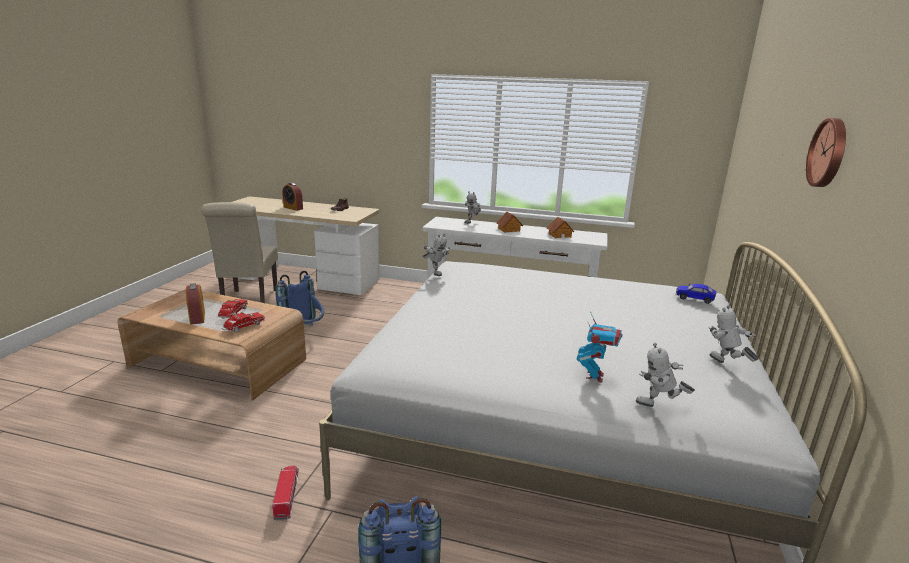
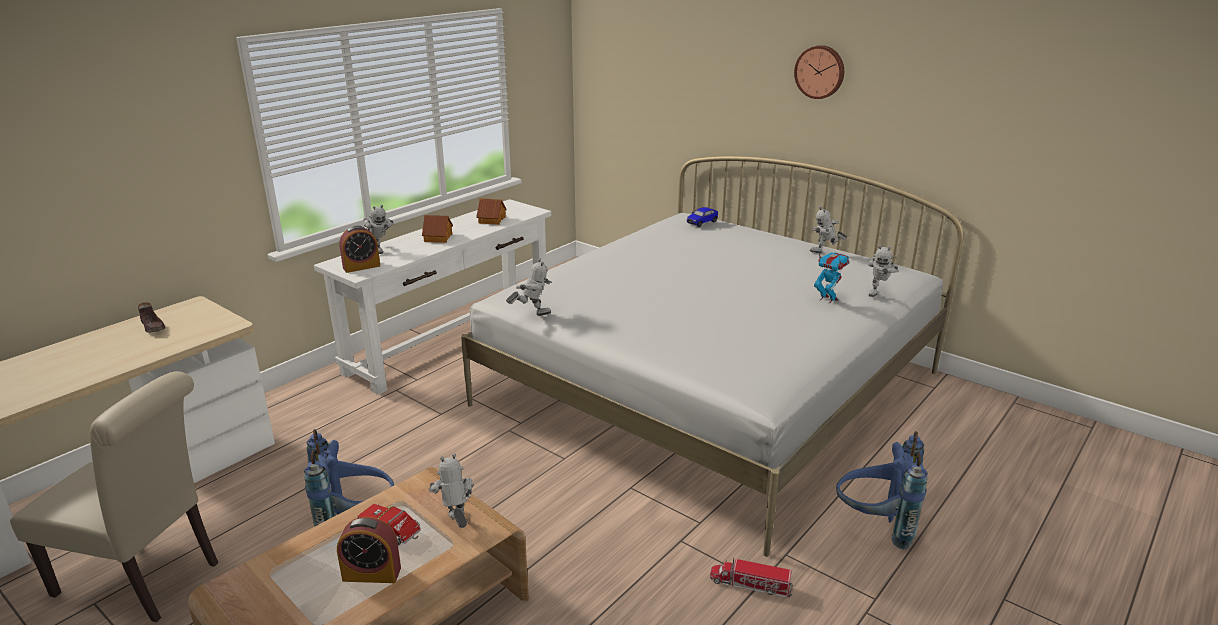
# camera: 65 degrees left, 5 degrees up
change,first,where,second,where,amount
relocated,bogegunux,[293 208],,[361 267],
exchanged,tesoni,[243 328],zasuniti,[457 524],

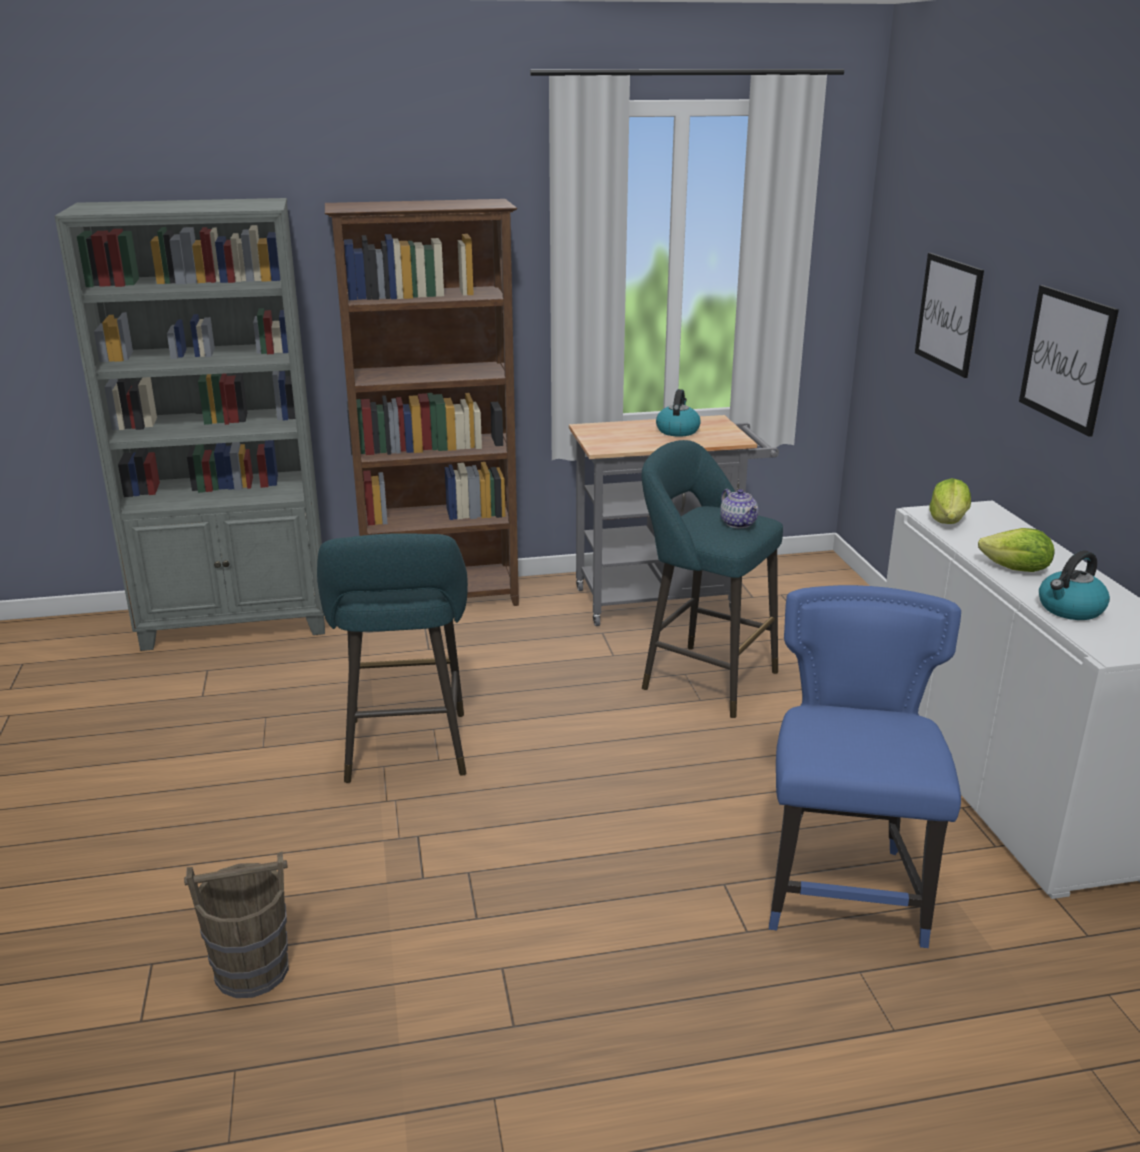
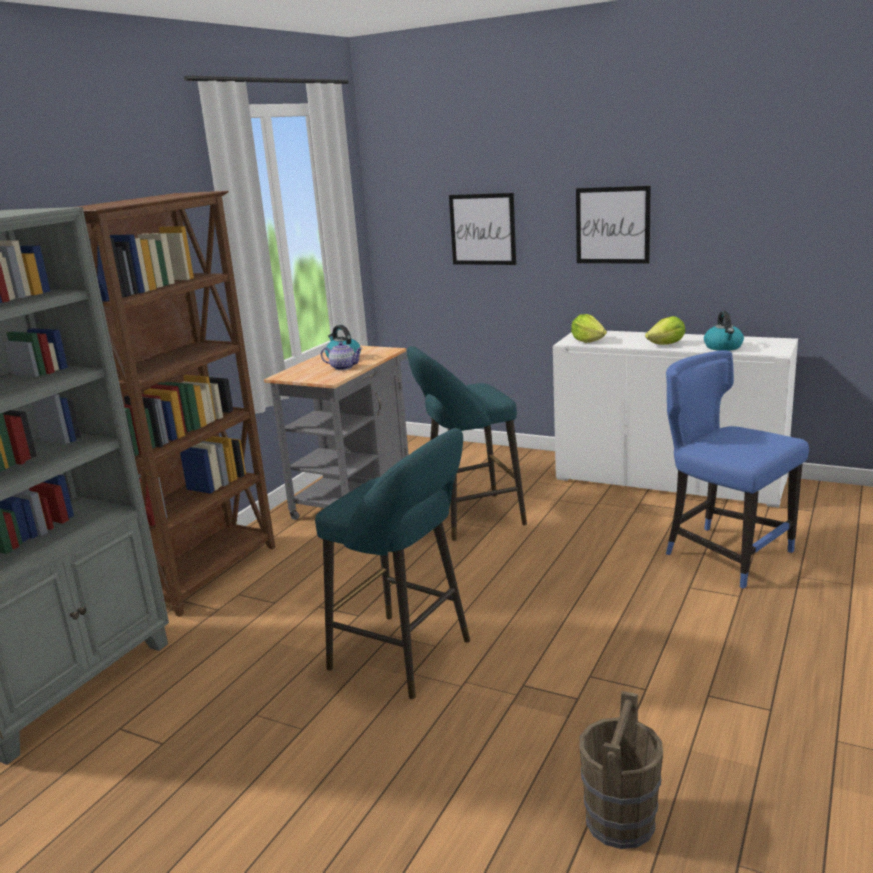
# camera: 50 degrees left, 5 degrees down
change,first,where,second,where,amount
relocated,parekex,[738 523],,[343 367],

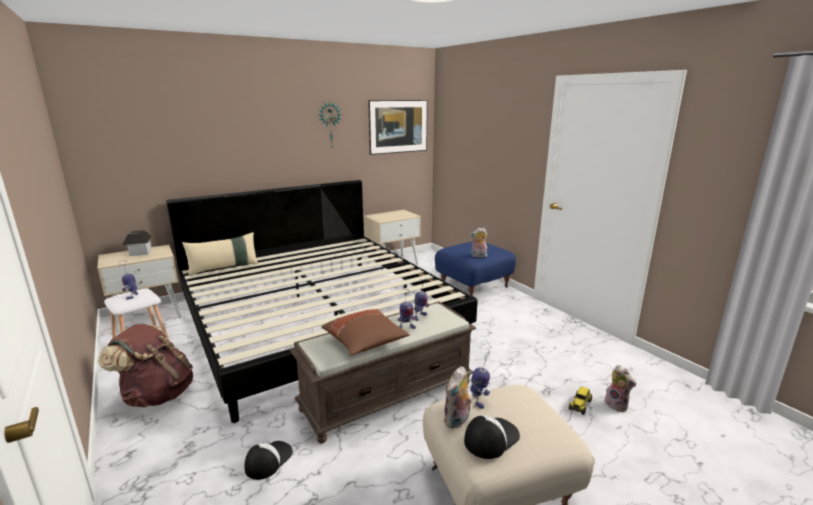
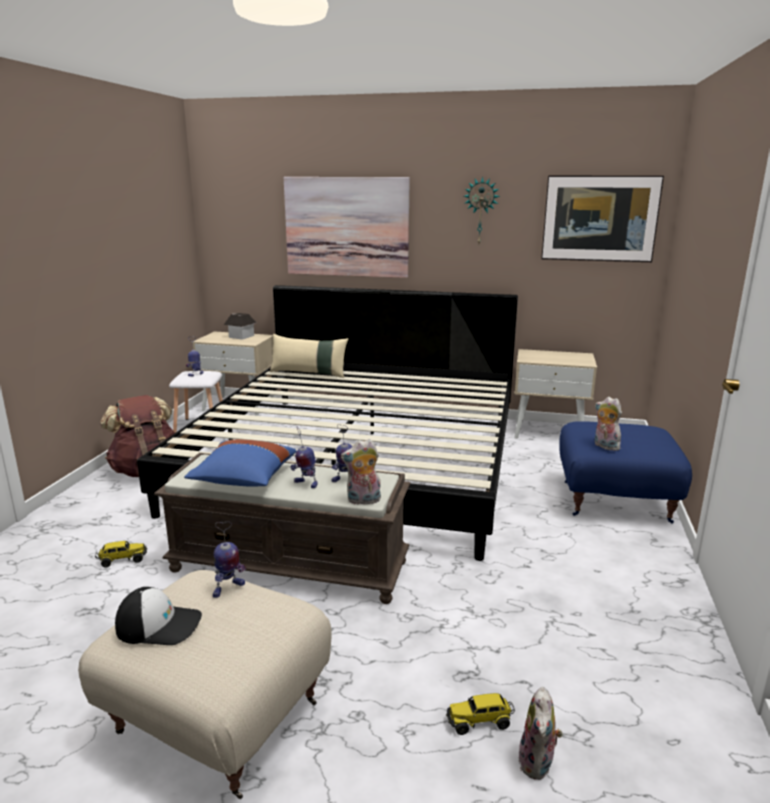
# camera: 45 degrees right, 0 degrees up
change,first,where,second,where,amount
exchanged,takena,[268 460],tesoni,[122 560],
colour,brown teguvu,[365 343],blue teguvu,[243 479],
appeared,,,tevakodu,[346 227],
relocated,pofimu,[457 421],,[363 501],

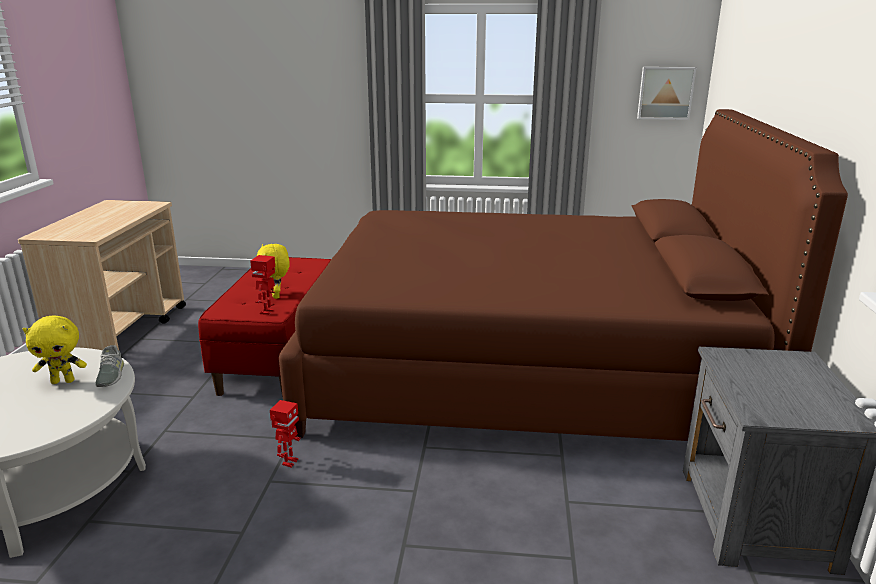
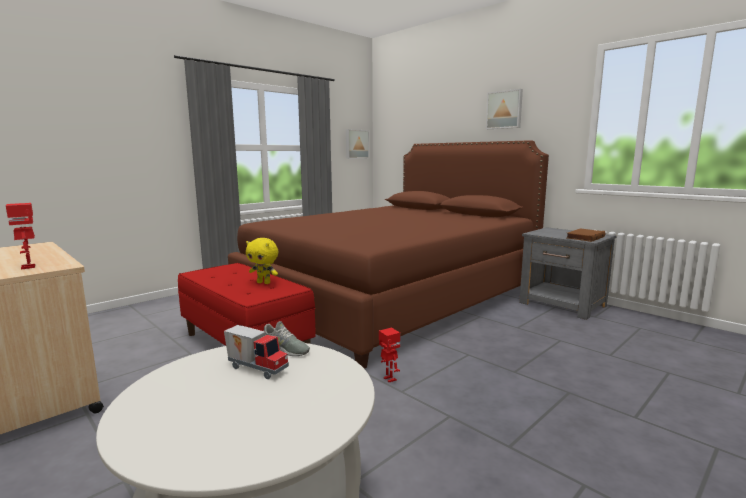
# camera: 50 degrees left, 10 degrees down
change,first,where,second,where,amount
relocated,zasuniti,[267 312],,[29 267],
exchanged,yellow pofimu,[63 381],tesoni,[258 368],
appeared,,,tevakodu,[504 110],
appeared,,,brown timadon,[584 237],

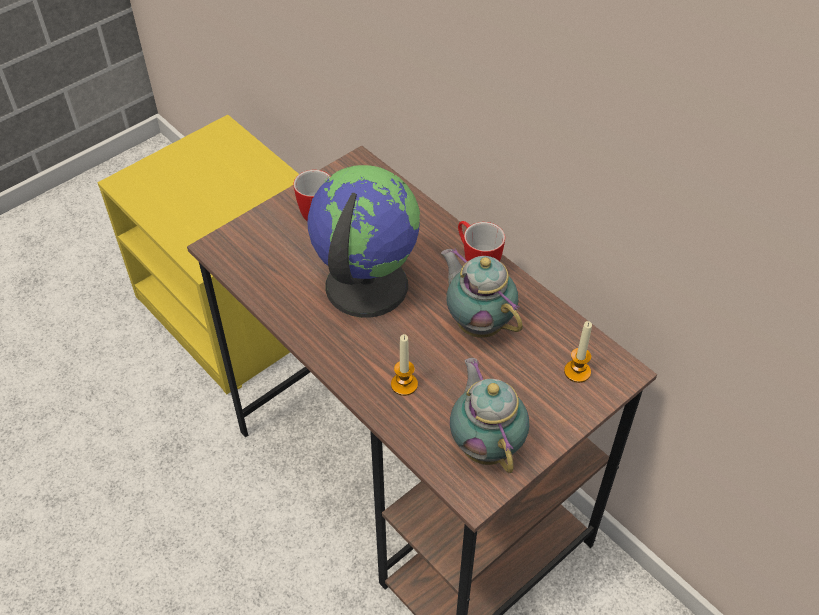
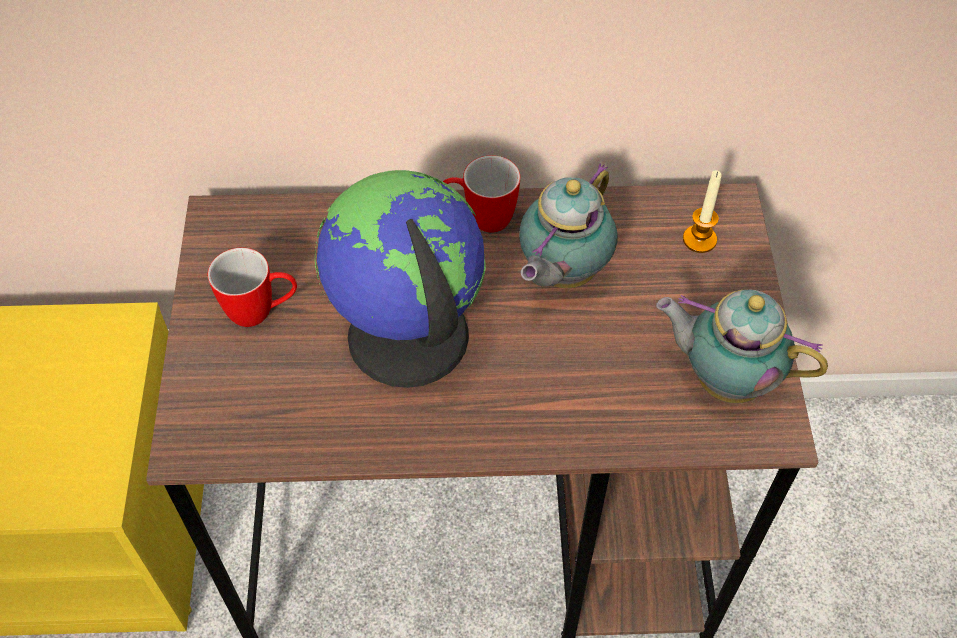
# camera: 50 degrees left, 5 degrees up
change,first,where,second,where,amount
spun,parekex,[478 323],,[560 274],60 degrees counterclockwise
missing,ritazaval,[404 384],,,

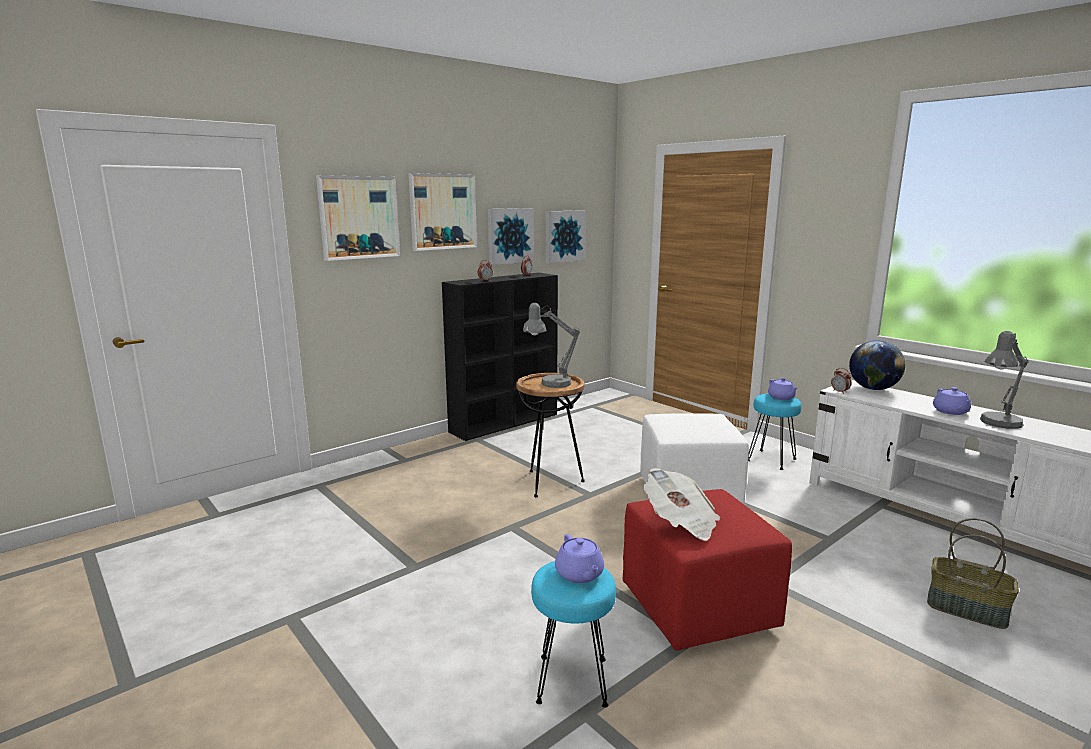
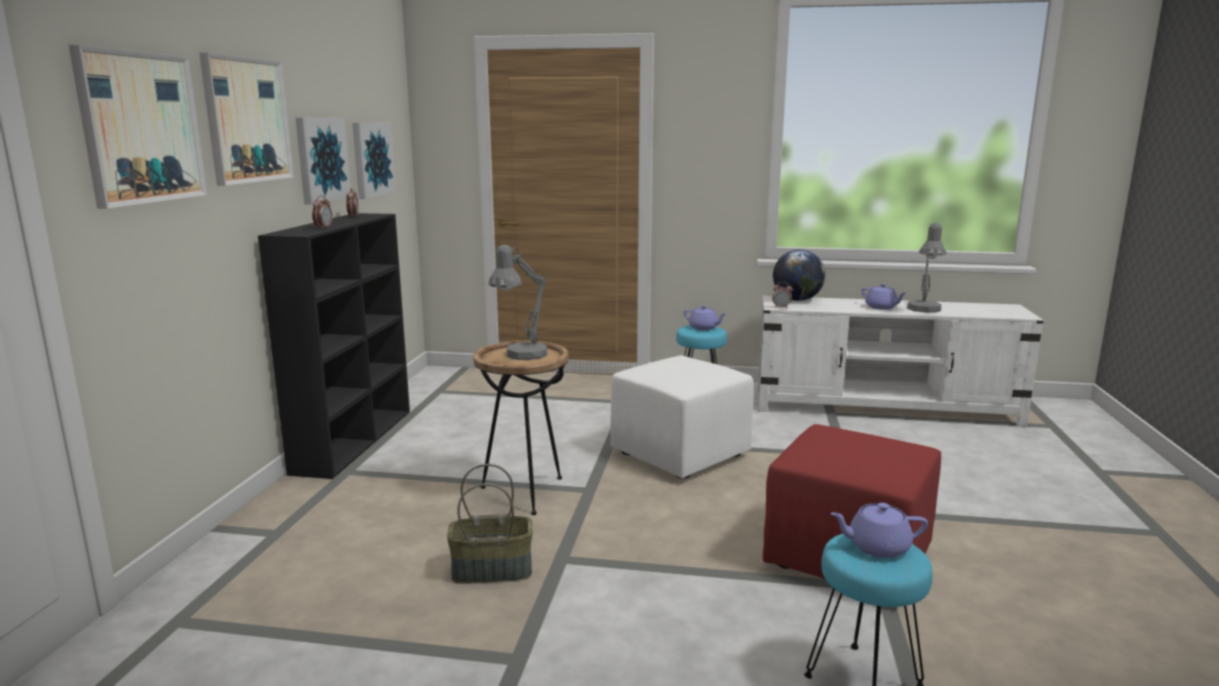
# camera: 40 degrees left, 0 degrees up
change,first,where,second,where,amount
relocated,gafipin,[967 609],,[493 570],
spun,purple parekex,[579 574],,[877 547],150 degrees clockwise
missing,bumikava,[681 522],,,

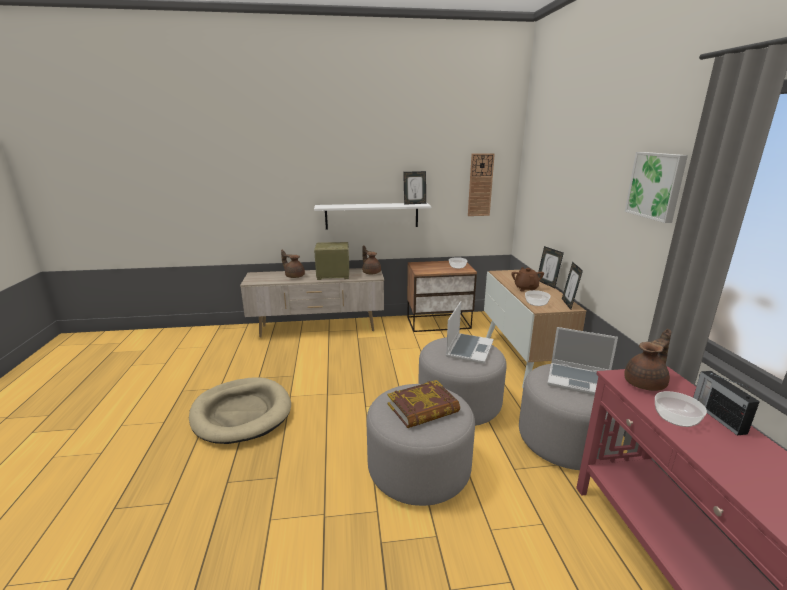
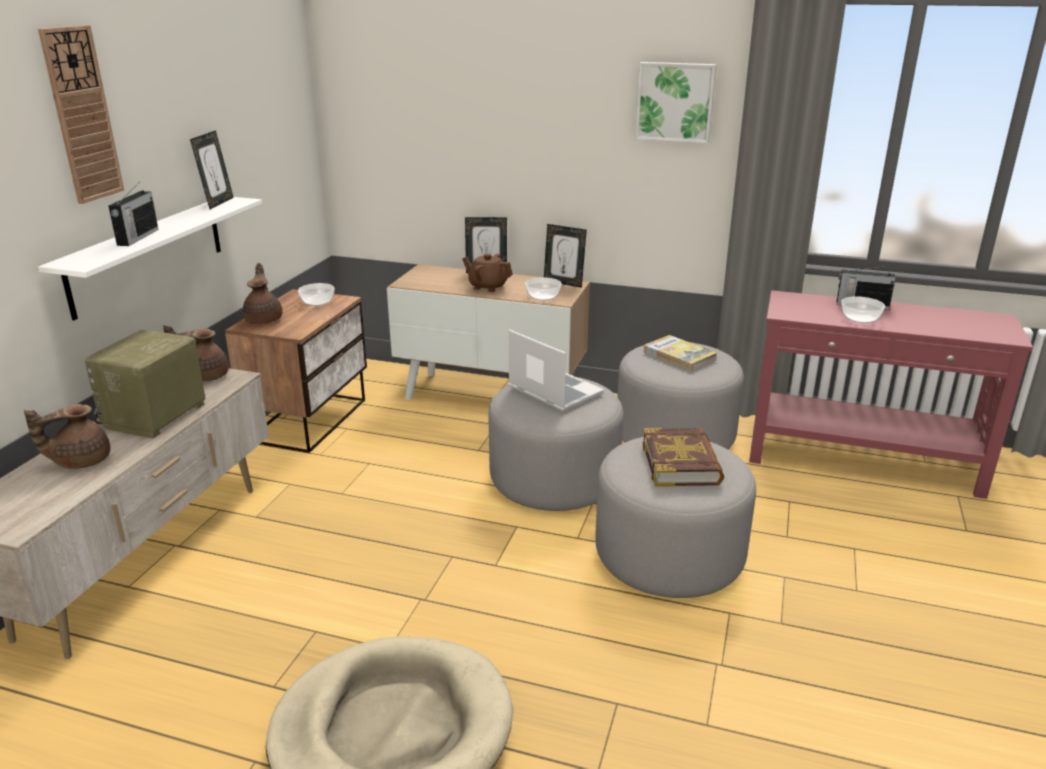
# camera: 65 degrees left, 5 degrees up
change,first,where,second,where,amount
relocated,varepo,[480 185],,[82 115],
appeared,,,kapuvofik,[137 237],
relocated,brown parekex,[646 383],,[264 319],
exchanged,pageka,[579 381],timadon,[679 356],

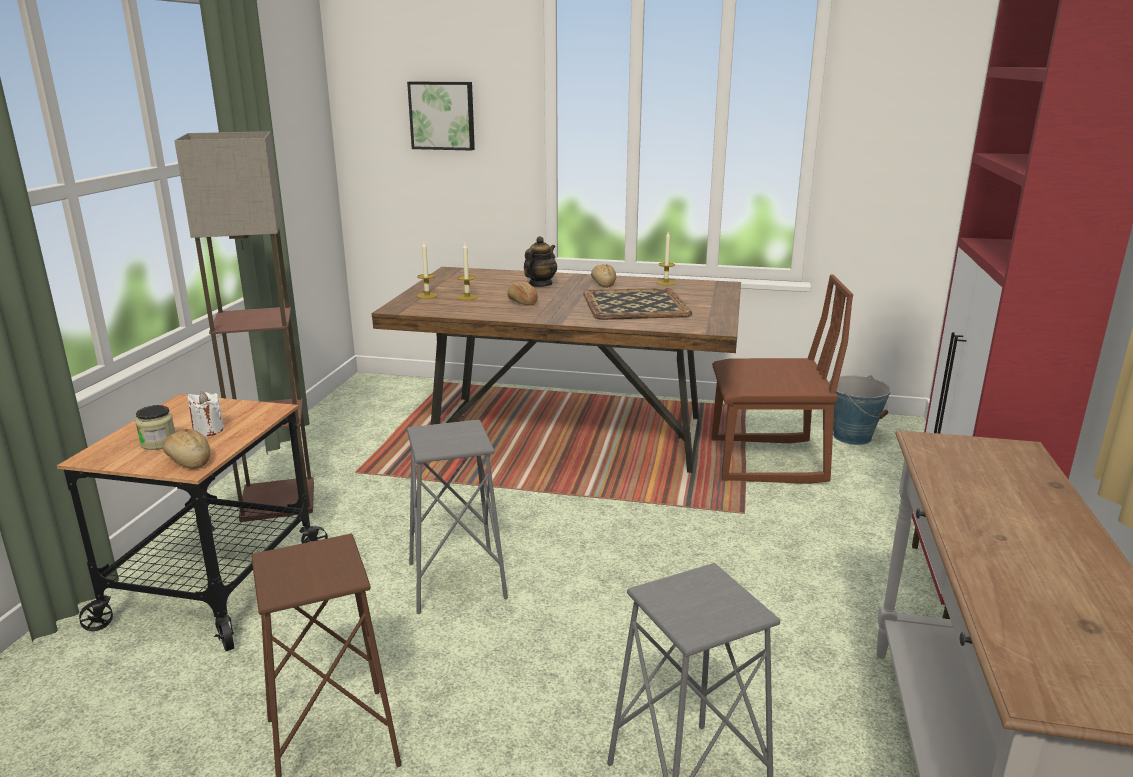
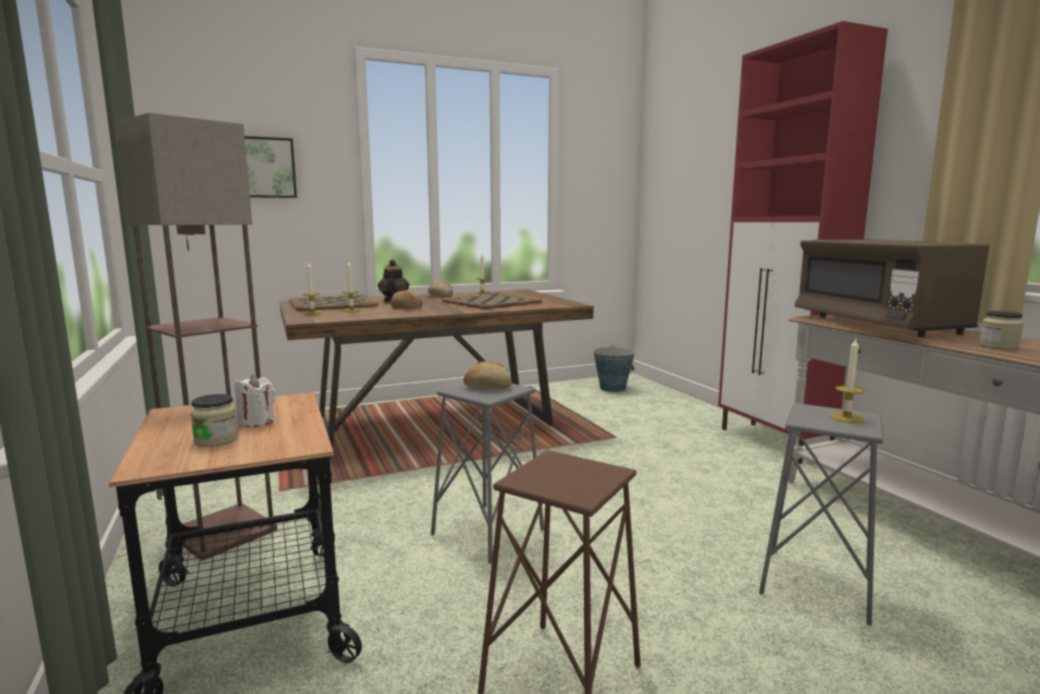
# camera: 35 degrees left, 10 degrees down
change,first,where,second,where,amount
appeared,,,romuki,[333 304],
relocated,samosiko,[189 460],,[487 387],
appeared,,,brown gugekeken,[877 324],
appeared,,,ritazaval,[846 418],
appeared,,,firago,[998 346],
missing,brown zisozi,[767 461],,,

